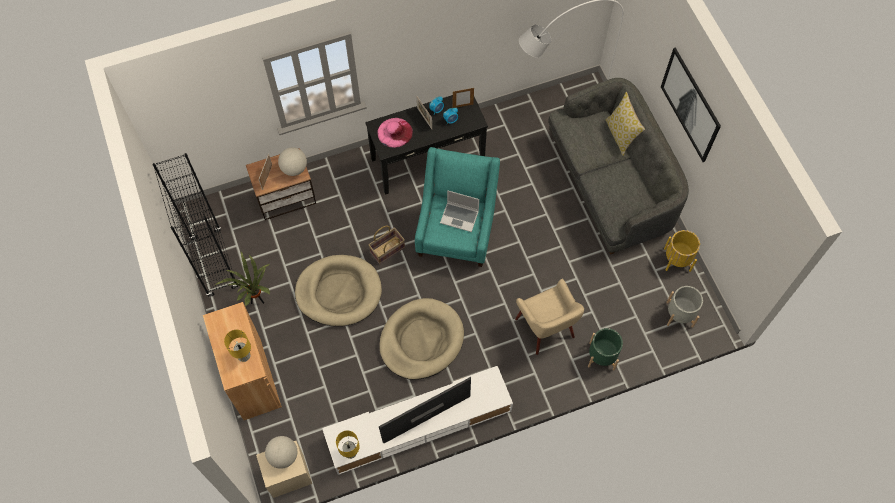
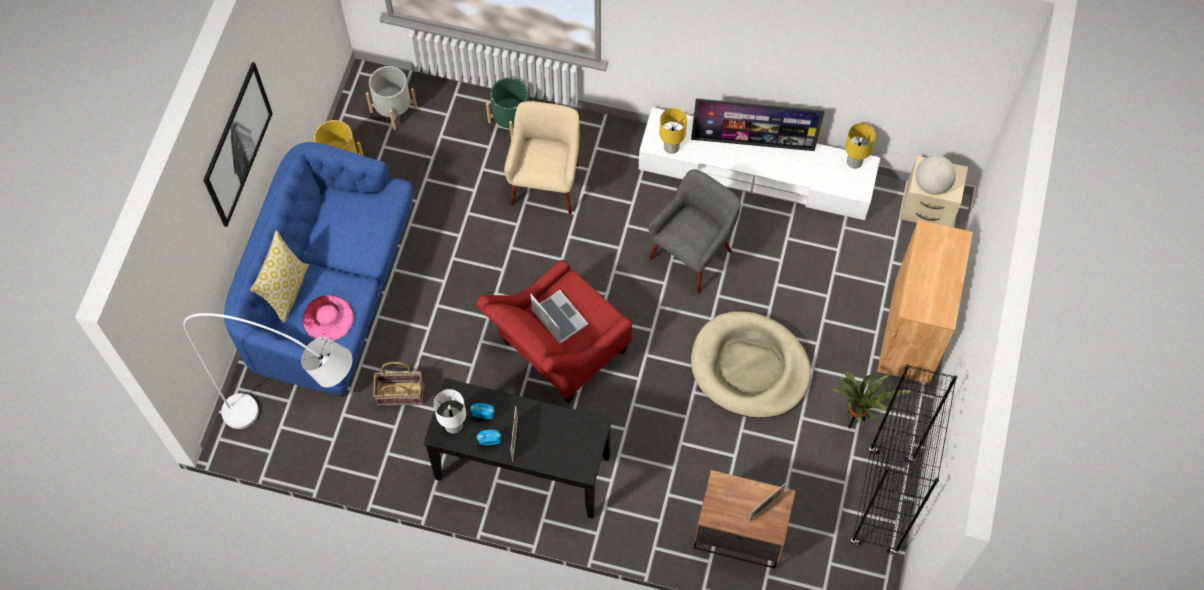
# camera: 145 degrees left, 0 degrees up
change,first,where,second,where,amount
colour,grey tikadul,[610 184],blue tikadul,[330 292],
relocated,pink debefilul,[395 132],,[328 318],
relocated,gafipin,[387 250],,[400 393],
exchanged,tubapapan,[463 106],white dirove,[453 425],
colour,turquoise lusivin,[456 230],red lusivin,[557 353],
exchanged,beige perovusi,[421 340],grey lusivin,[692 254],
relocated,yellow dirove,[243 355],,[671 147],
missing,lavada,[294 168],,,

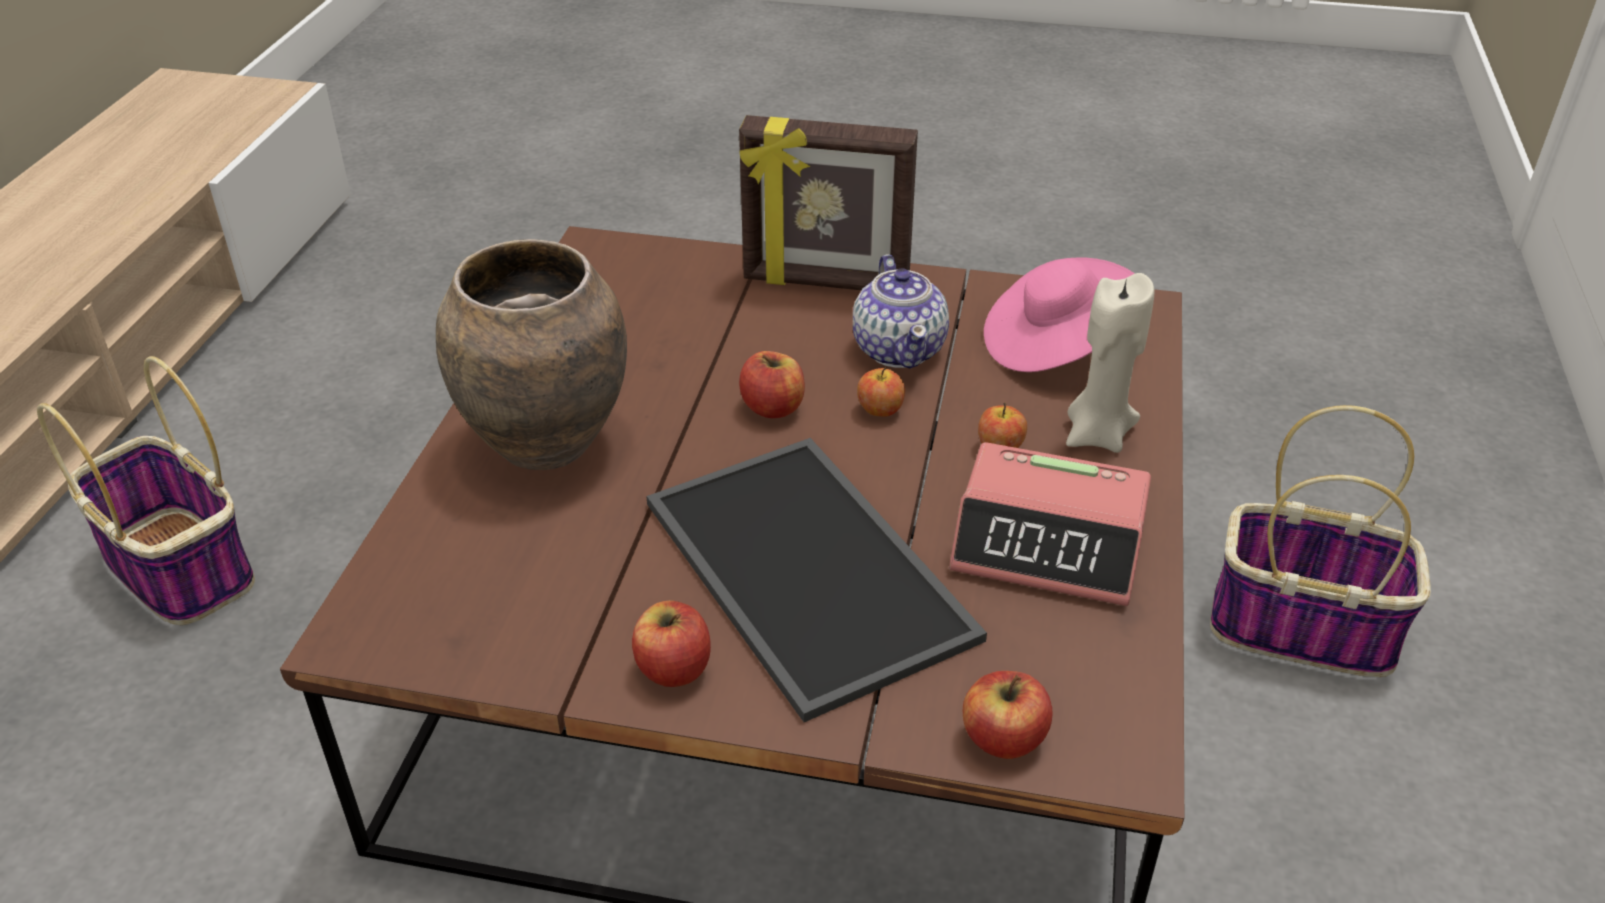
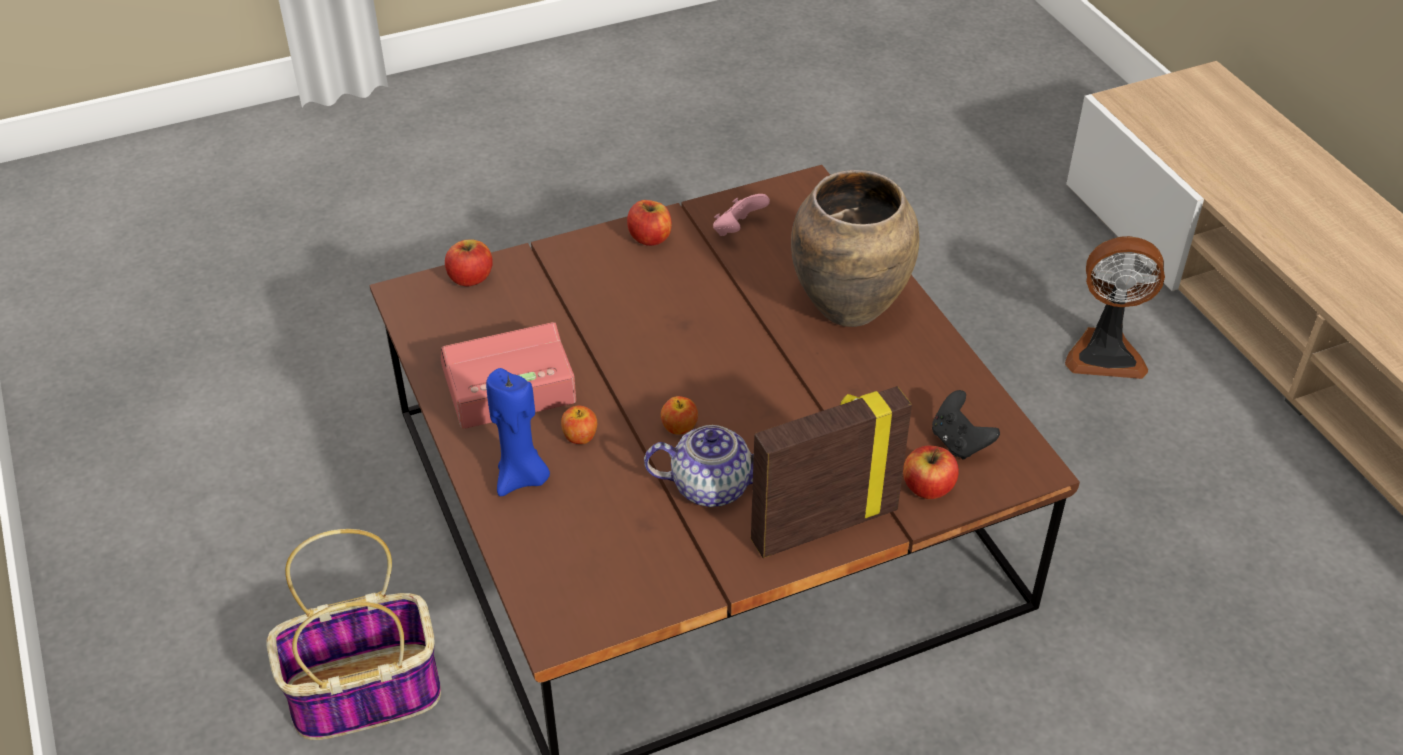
# camera: 145 degrees right, 5 degrees up
change,first,where,second,where,amount
colour,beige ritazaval,[1097 435],blue ritazaval,[522 478],
spun,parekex,[899 349],,[710 486],135 degrees clockwise
appeared,,,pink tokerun,[738 230],
relocated,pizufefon,[773 407],,[928 488],
appeared,,,black tokerun,[959 442],
exchanged,gafipin,[177 567],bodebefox,[1105 353],
missing,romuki,[800 569],,,
missing,pink debefilul,[1056 346],,,

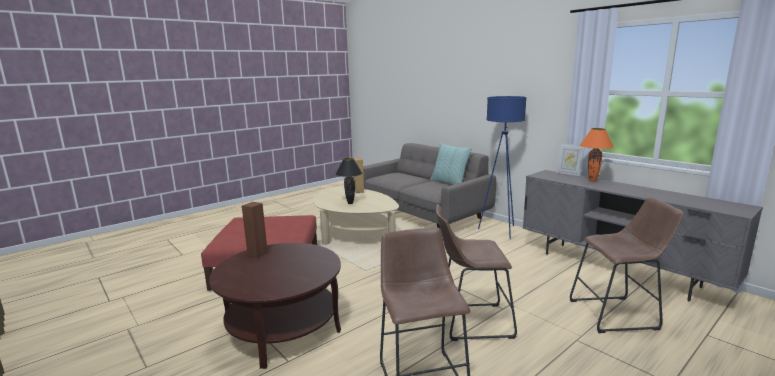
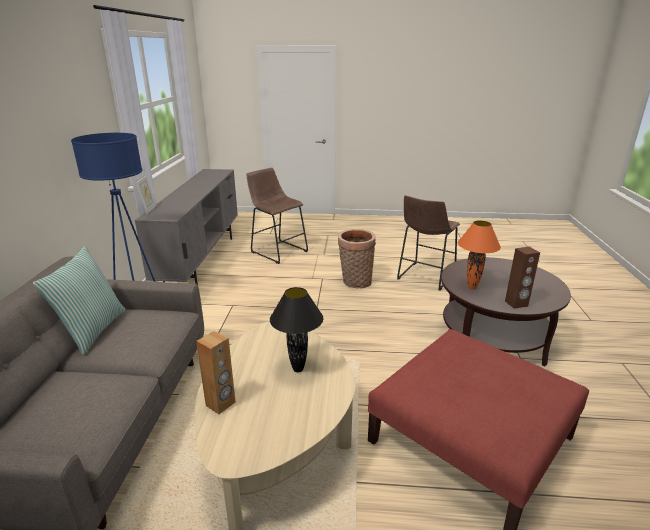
# camera: 135 degrees left, 10 degrees up
change,first,where,second,where,amount
exchanged,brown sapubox,[470 321],gafipin,[355 282],
relocated,orange dirove,[592 181],,[471 287],

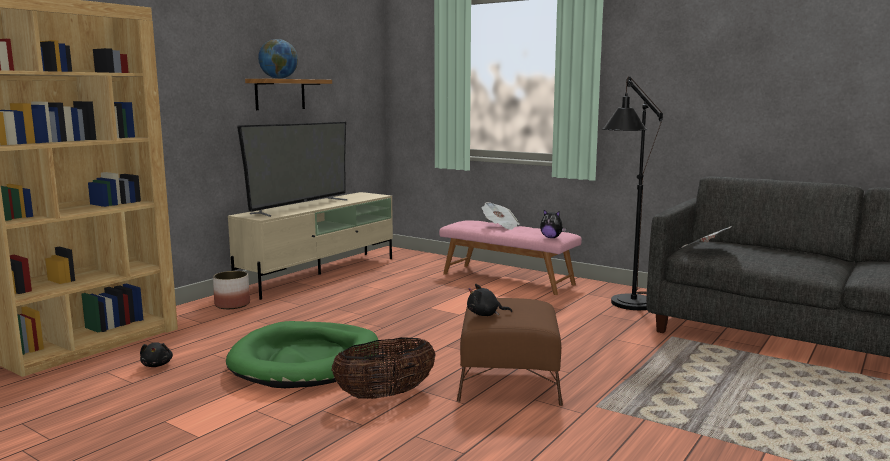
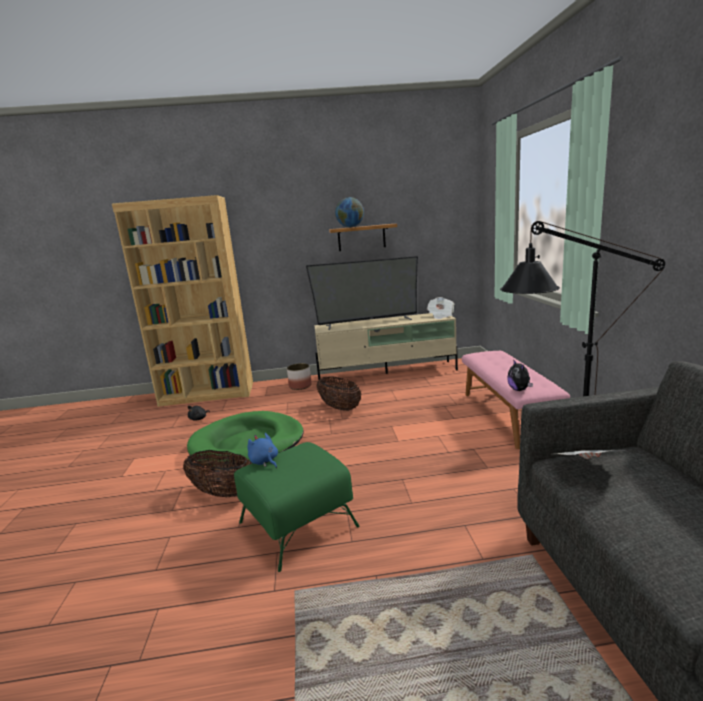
# camera: 50 degrees right, 5 degrees up
change,first,where,second,where,amount
colour,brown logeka,[508 382],green logeka,[297 524],
colour,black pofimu,[485 314],blue pofimu,[264 461],
appeared,,,gafipin,[340 408],
relocated,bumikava,[500 226],,[440 316],

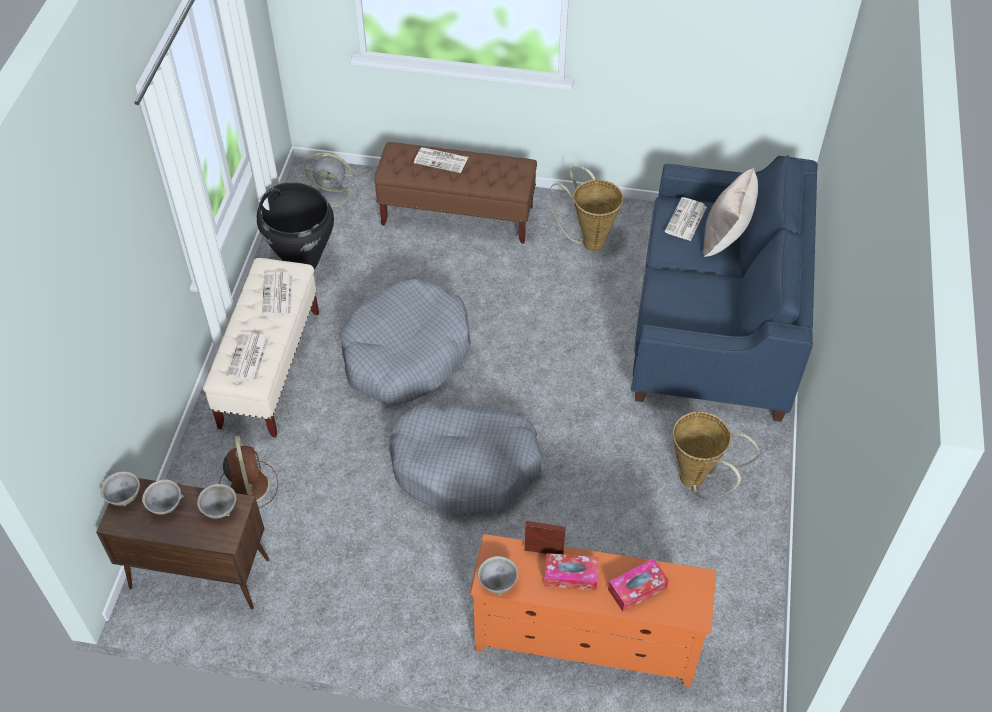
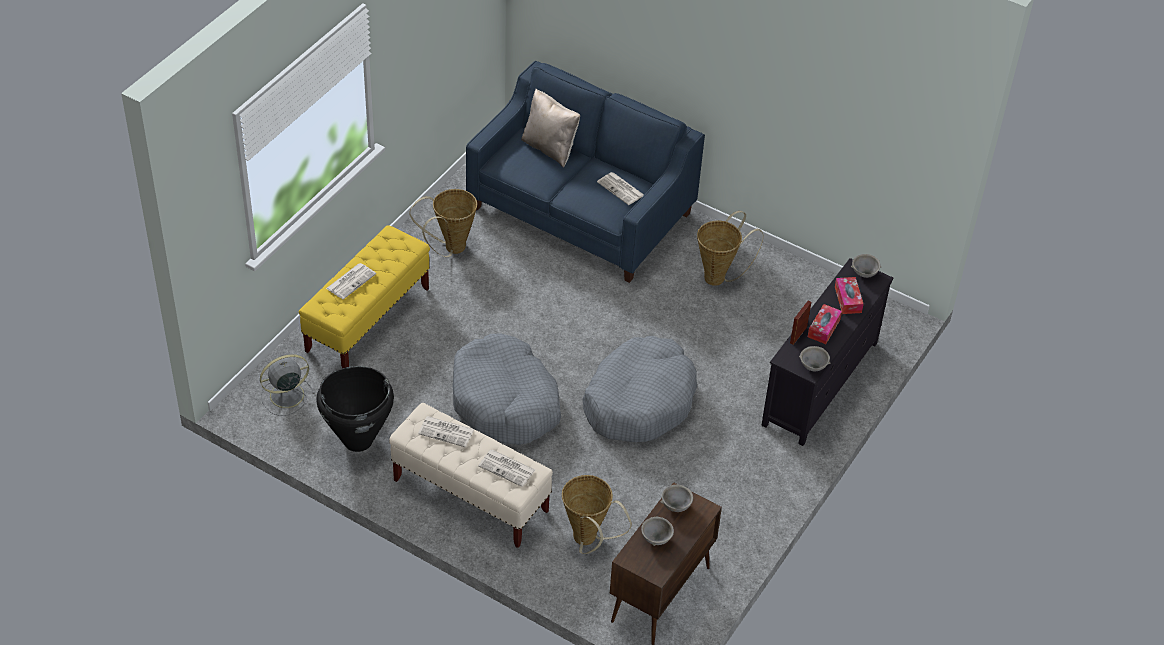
# camera: 70 degrees left, 5 degrees down
change,first,where,second,where,amount
spun,grey bodebefox,[334 195],,[285 396],150 degrees counterclockwise
colour,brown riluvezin,[458 216],yellow riluvezin,[368 320],
exchanged,brown bodebefox,[249 484],gafipin,[588 541],
relocated,bumikava,[686 220],,[621 189],
colour,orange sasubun,[585 641],black sasubun,[820 384],
relocated,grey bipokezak,[124 497],,[864 273],

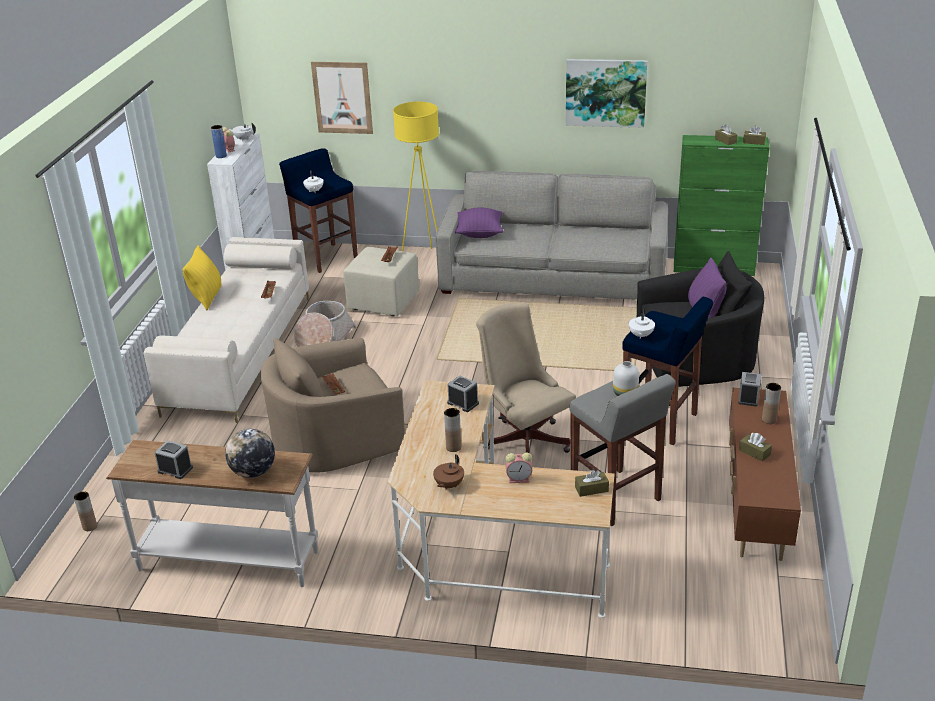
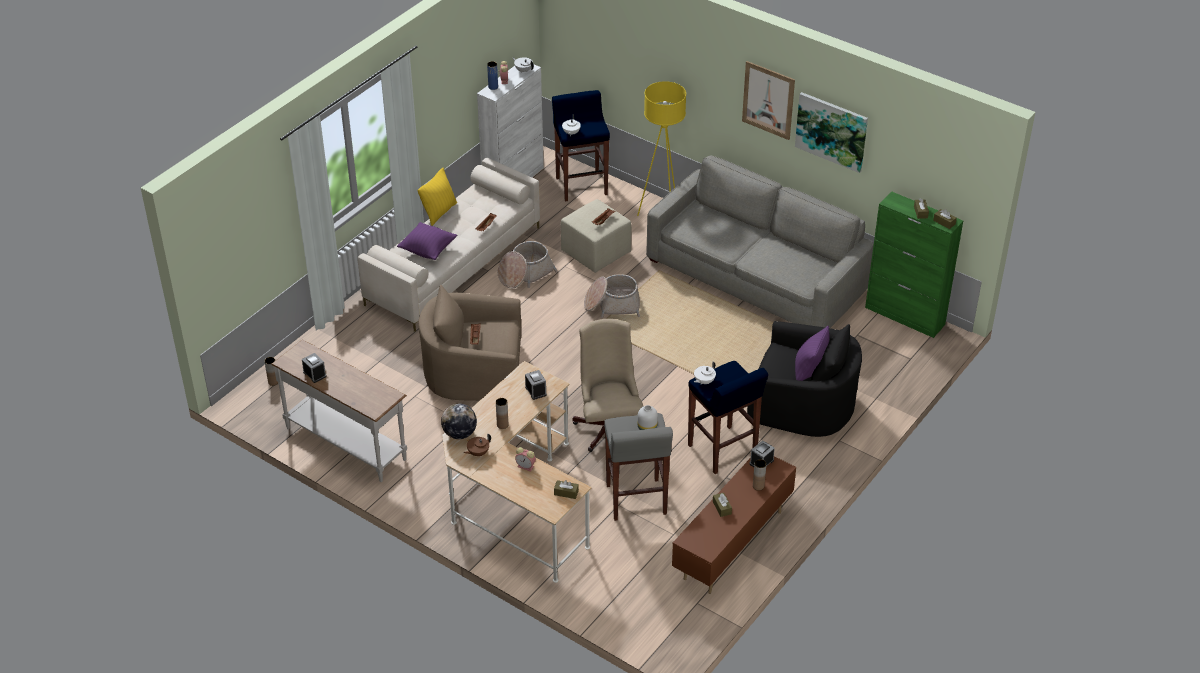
# camera: 25 degrees right, 10 degrees up
change,first,where,second,where,amount
relocated,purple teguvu,[479 234],,[428 250],
relocated,lavada,[253 472],,[459 434],
appeared,,,gafipin,[612 305],
relocated,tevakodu,[342 97],,[768 100],

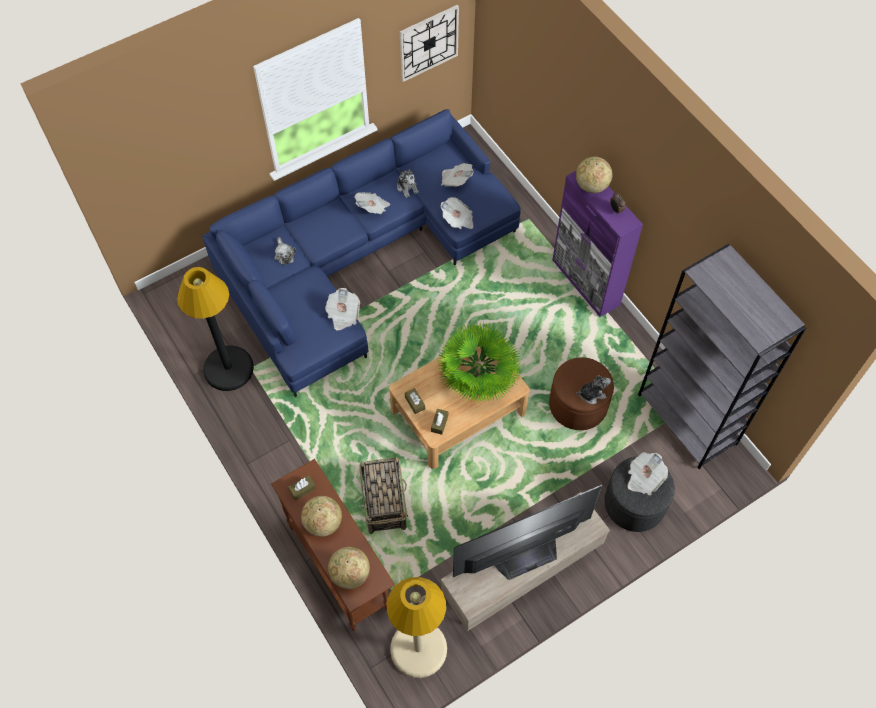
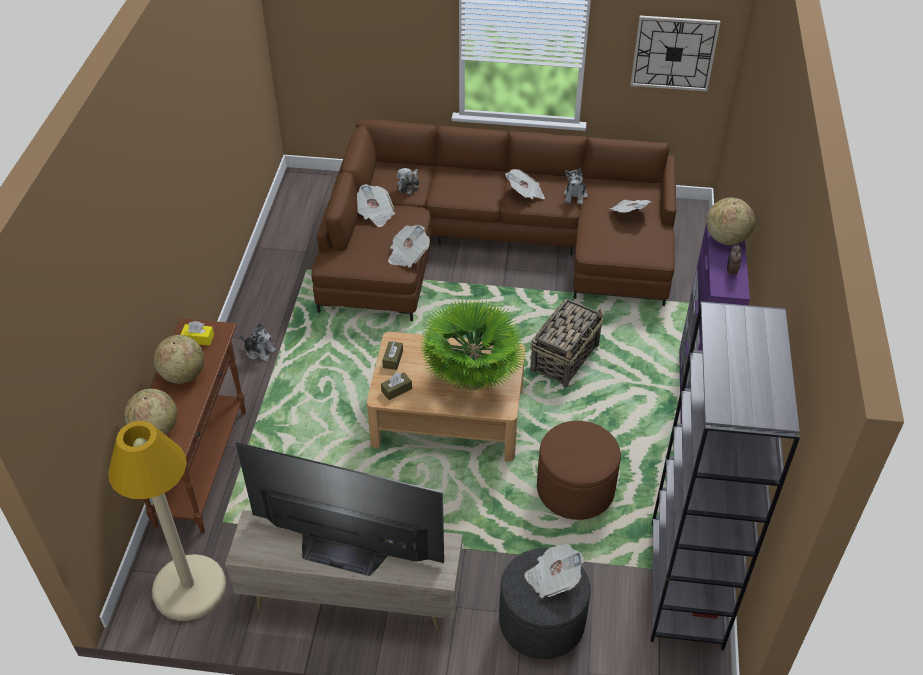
# camera: 40 degrees right, 15 degrees down
change,first,where,second,where,amount
colour,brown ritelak,[302 489],yellow ritelak,[198 339],
relocated,pofimu,[592 394],,[259 351],
colour,blue tikadul,[359 258],brown tikadul,[490 244],
relocated,bumikava,[458 220],,[375 214],
relocated,gafipin,[384 502],,[565 357],
missing,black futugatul,[228 368],,,

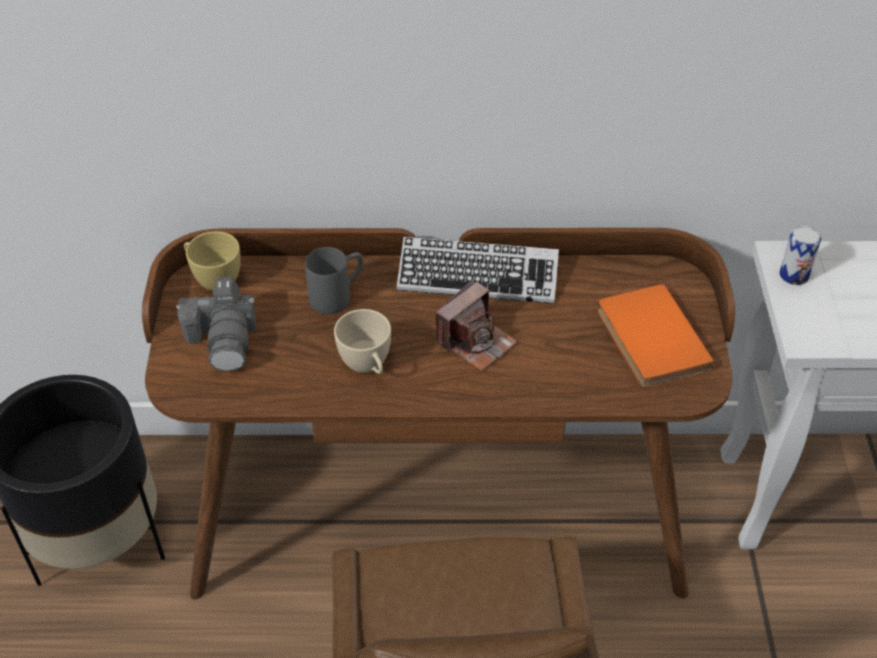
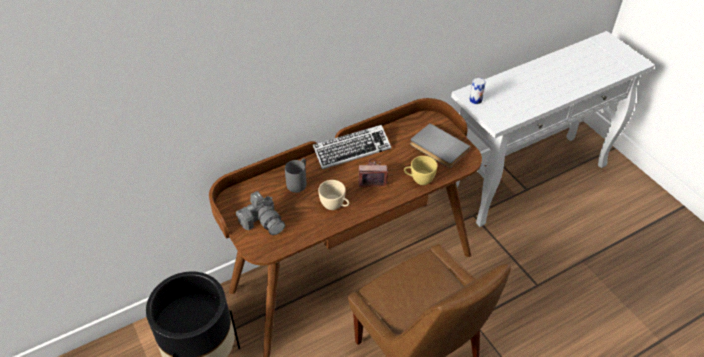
# camera: 30 degrees left, 0 degrees up
change,first,where,second,where,amount
spun,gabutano,[475 342],,[371 177],105 degrees counterclockwise
relocated,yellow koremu,[213 279],,[419 179],
colour,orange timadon,[648 340],grey timadon,[438 148],

